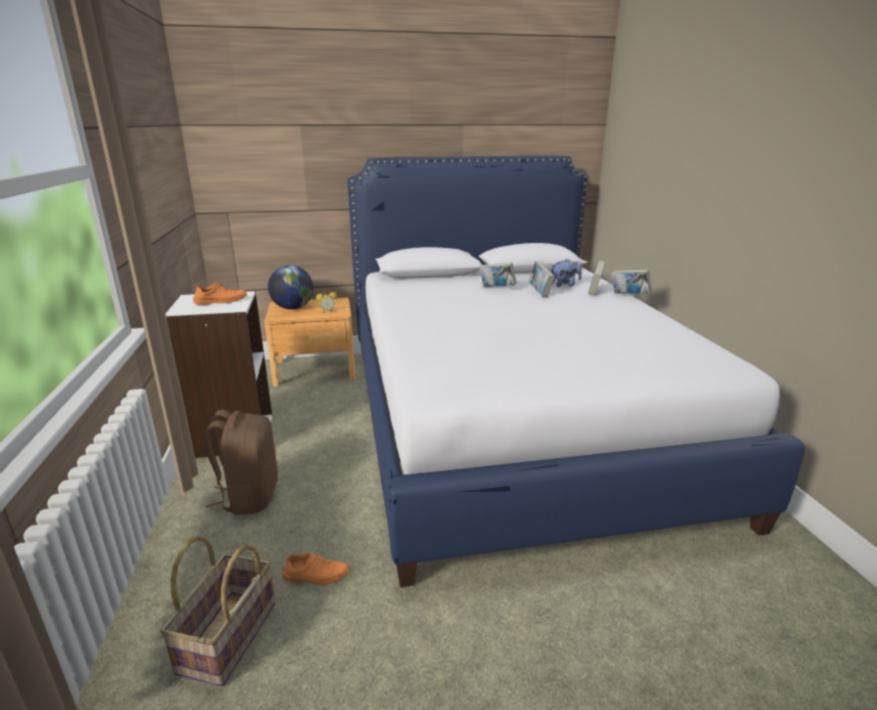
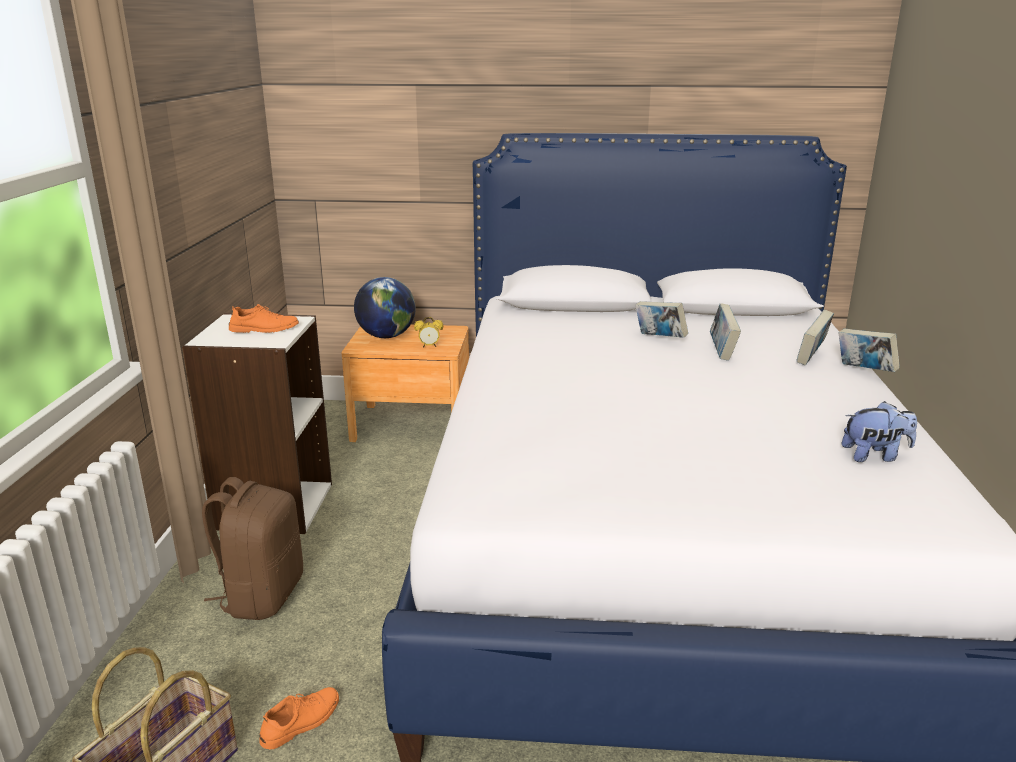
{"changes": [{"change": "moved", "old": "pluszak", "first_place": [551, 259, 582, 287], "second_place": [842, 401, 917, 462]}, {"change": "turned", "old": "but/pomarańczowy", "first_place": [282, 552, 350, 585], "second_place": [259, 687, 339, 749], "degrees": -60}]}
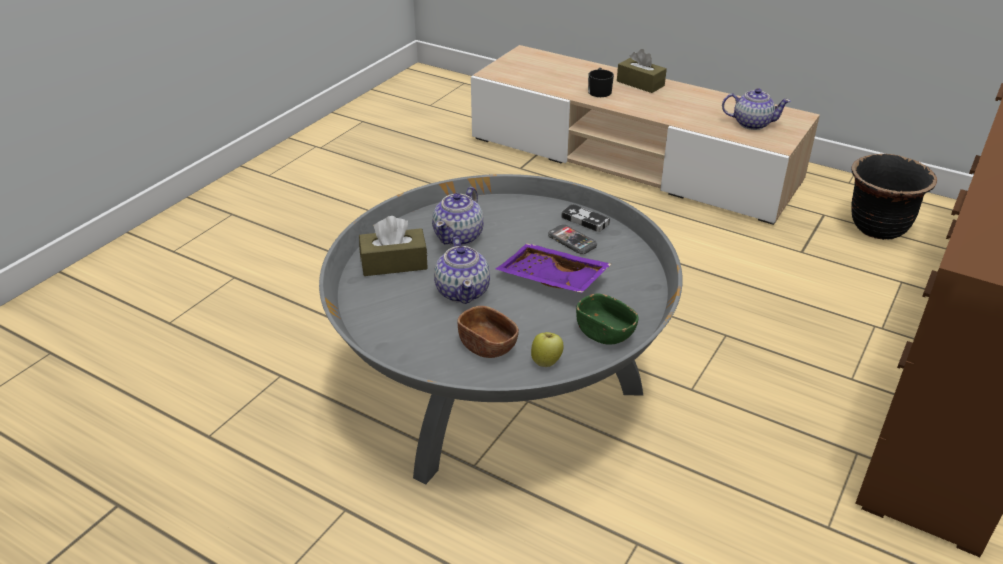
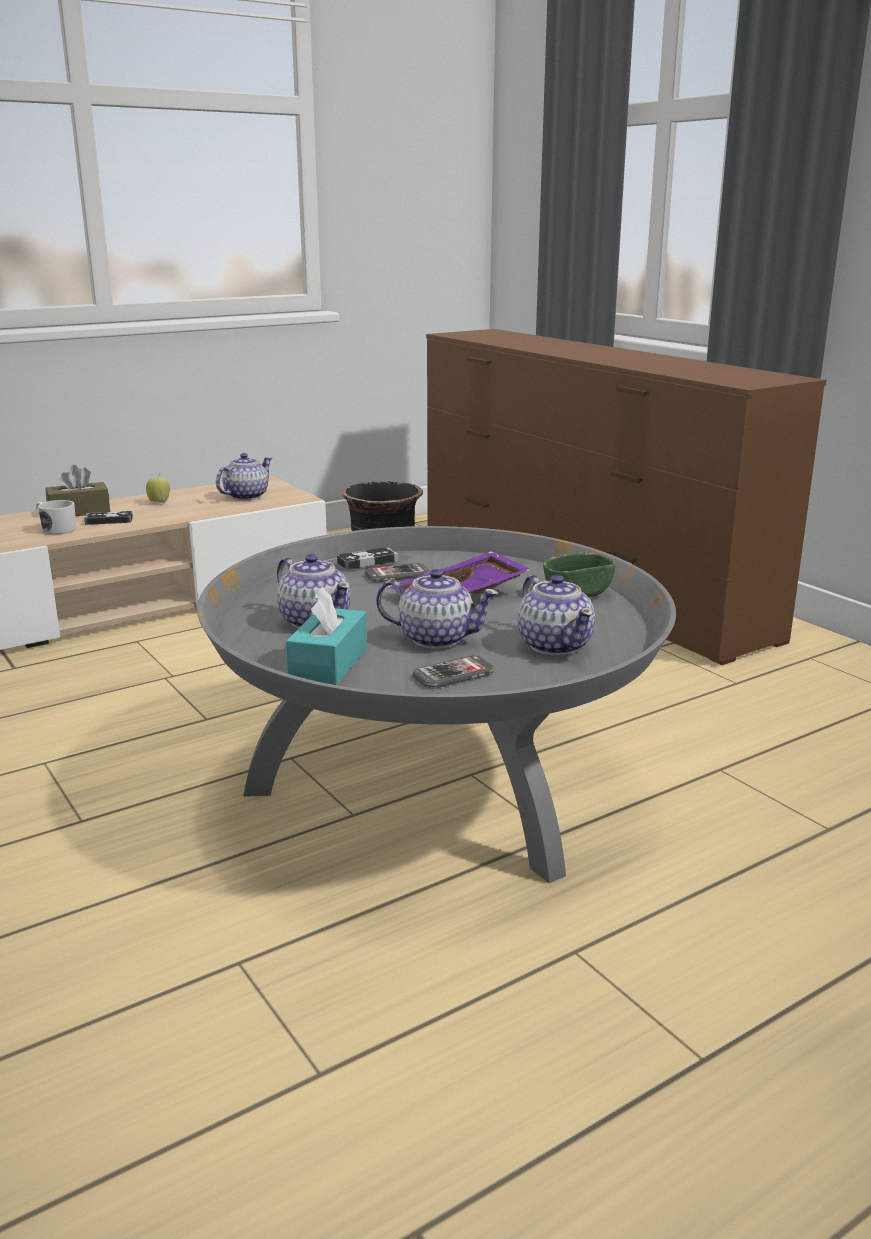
{"changes": [{"change": "recoloured", "old": "kubek/czarny", "new": "kubek/biały", "first_place": [588, 68, 614, 97], "second_place": [36, 500, 76, 535]}, {"change": "recoloured", "old": "pudełko chusteczek/brązowy", "new": "pudełko chusteczek/turkusowy", "first_place": [359, 216, 428, 276], "second_place": [286, 586, 367, 685]}, {"change": "replaced", "old": "miska/brązowy", "new": "imbryk", "first_place": [457, 306, 519, 358], "second_place": [518, 575, 595, 655]}, {"change": "moved", "old": "jabłko", "first_place": [531, 332, 564, 367], "second_place": [146, 474, 170, 503]}, {"change": "added", "new": "pad do gier", "second_place": [84, 511, 133, 525]}, {"change": "added", "new": "telefon", "second_place": [412, 655, 494, 689]}]}
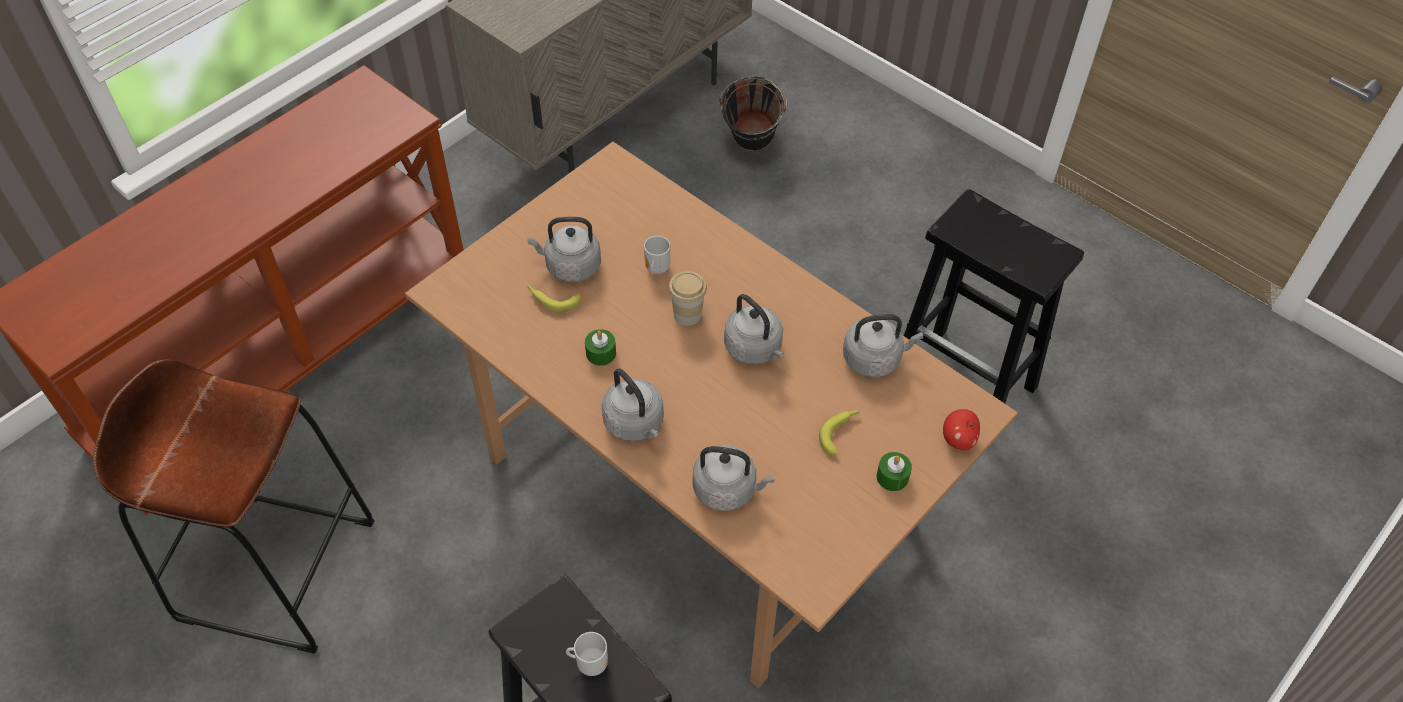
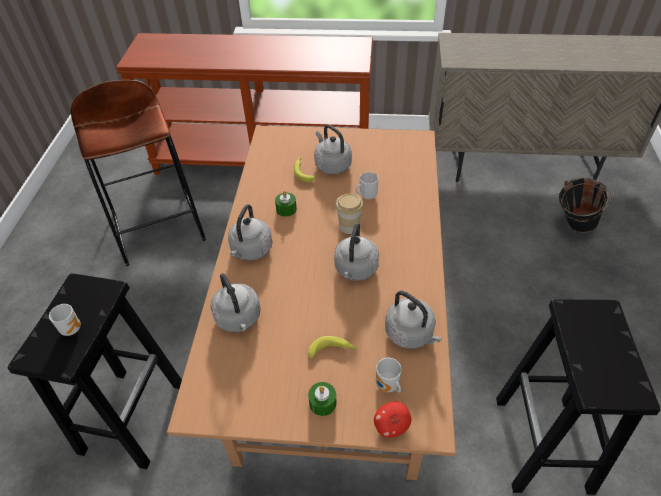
{"changes": [{"change": "added", "new": "kubek", "second_place": [376, 358, 402, 392]}]}
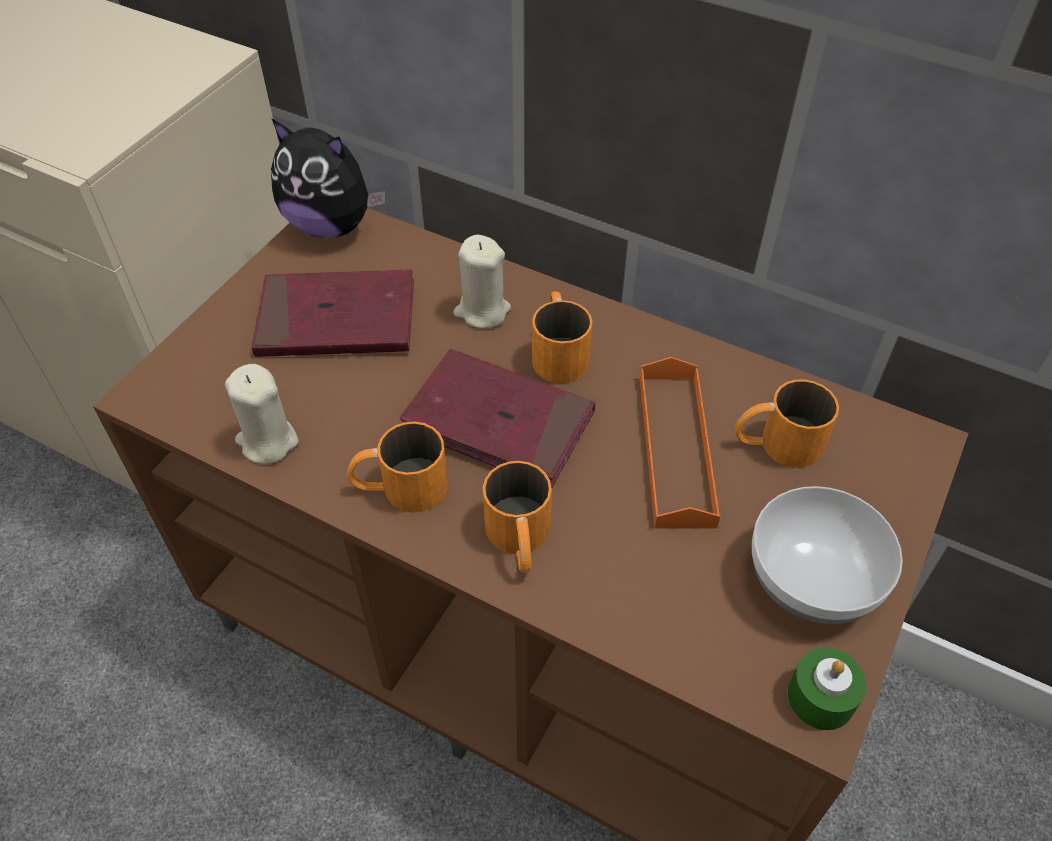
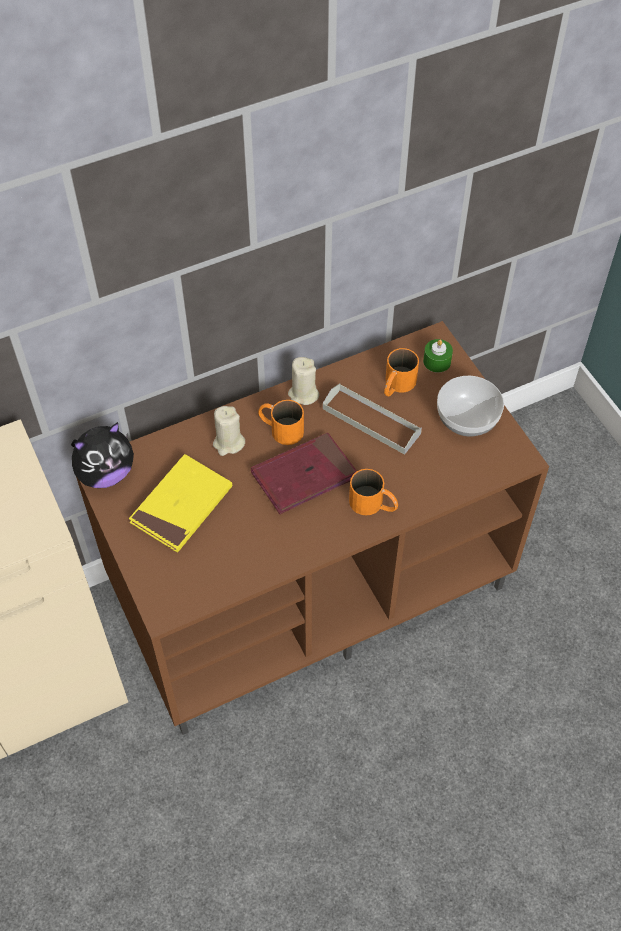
{"changes": [{"change": "recoloured", "old": "książka/czerwony", "new": "książka/żółty", "first_place": [251, 269, 414, 357], "second_place": [129, 454, 232, 553]}, {"change": "recoloured", "old": "taca/pomarańczowy", "new": "taca/szary", "first_place": [640, 357, 720, 529], "second_place": [323, 383, 422, 455]}, {"change": "moved", "old": "świeca/beżowy", "first_place": [225, 364, 298, 464], "second_place": [288, 357, 319, 405]}, {"change": "removed", "old": "kubek/pomarańczowy", "first_place": [347, 422, 448, 513]}, {"change": "moved", "old": "świeca/zielony", "first_place": [787, 648, 867, 730], "second_place": [423, 339, 453, 373]}]}
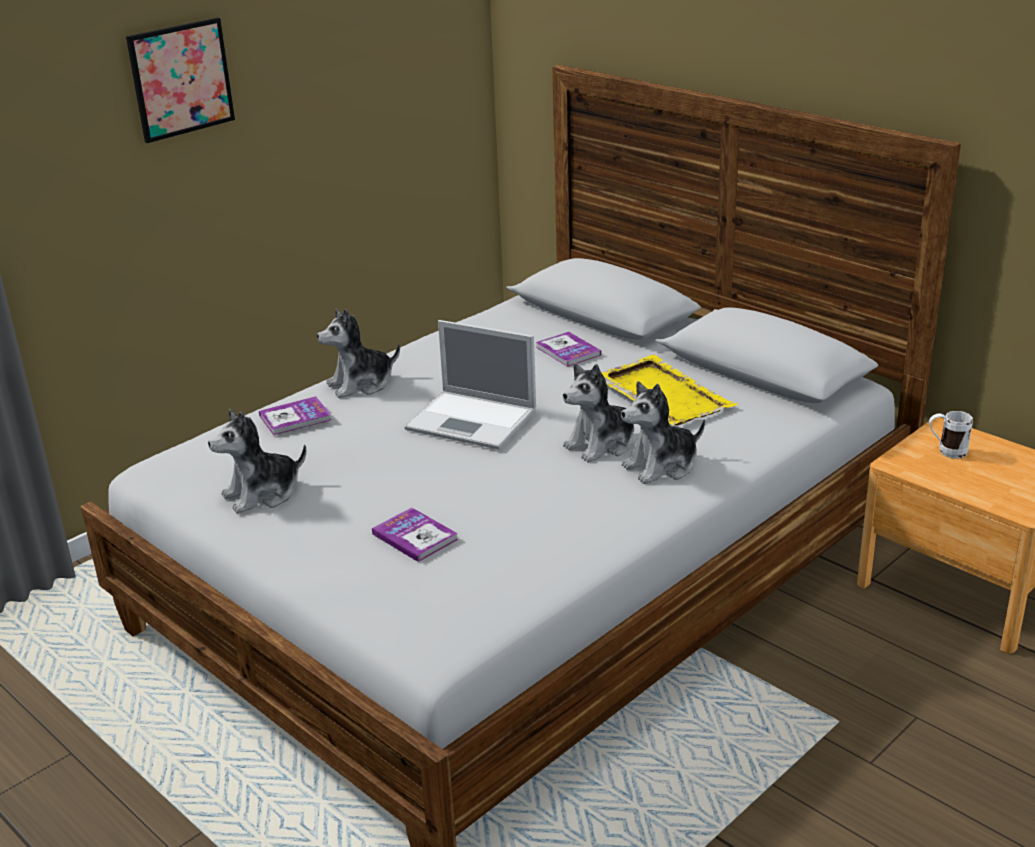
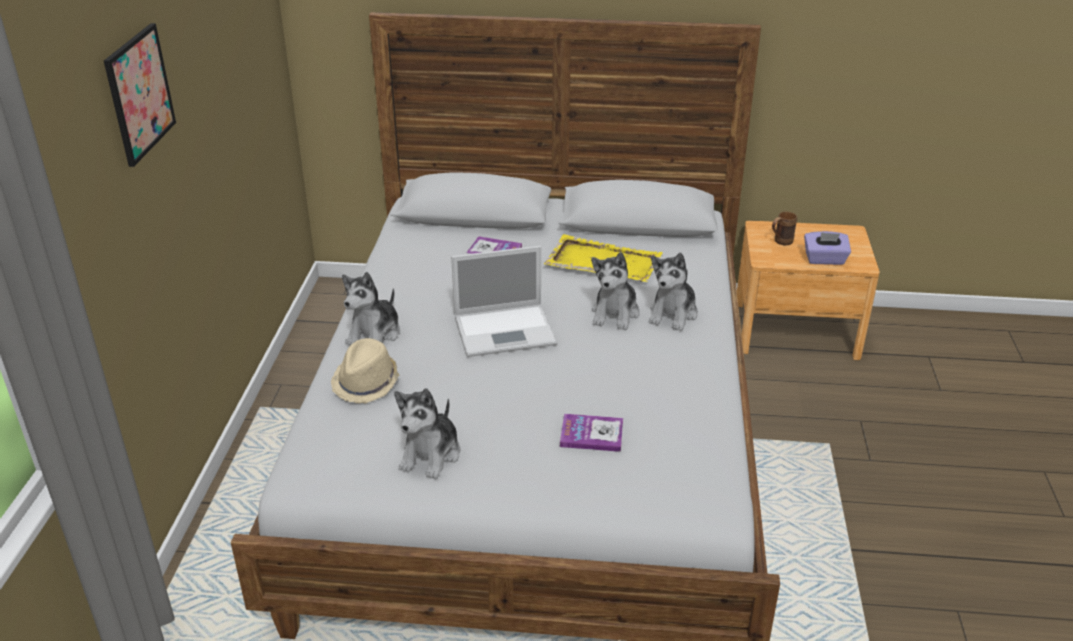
{"changes": [{"change": "replaced", "old": "książka", "new": "kapelusz/beżowy", "first_place": [259, 396, 331, 435], "second_place": [331, 338, 399, 404]}, {"change": "recoloured", "old": "kubek/biały", "new": "kubek/brązowy", "first_place": [929, 411, 973, 459], "second_place": [772, 212, 797, 245]}, {"change": "added", "new": "pudełko chusteczek/fioletowy", "second_place": [804, 231, 851, 265]}]}
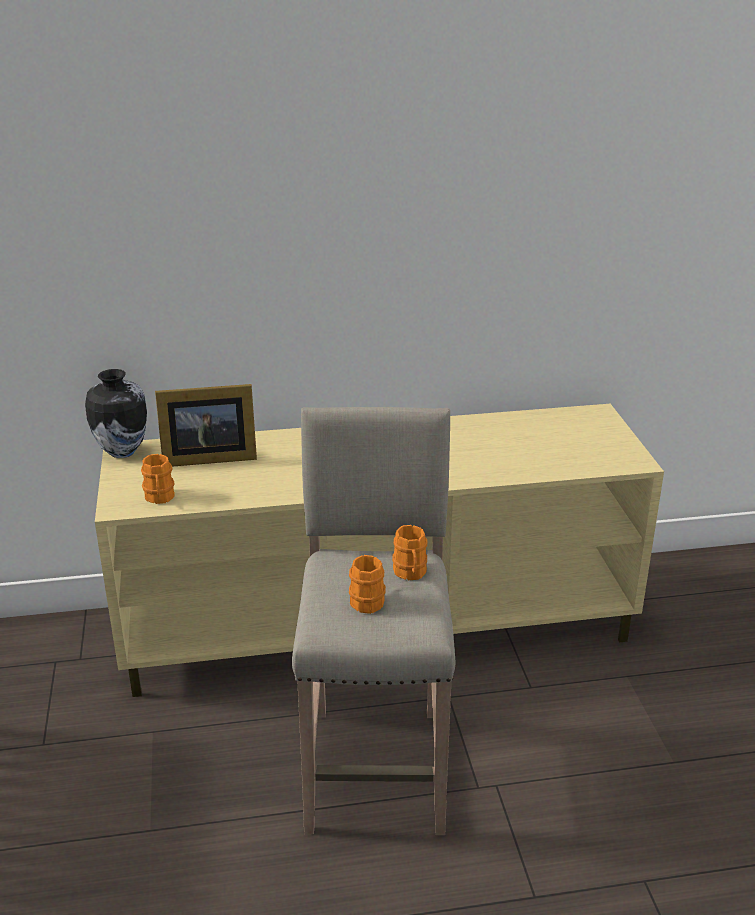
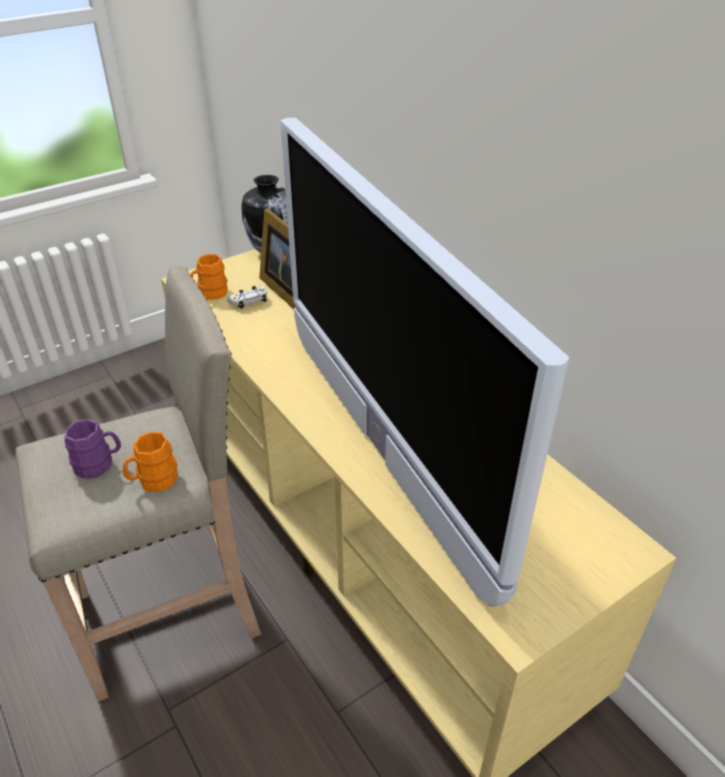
{"changes": [{"change": "recoloured", "old": "kubek/pomarańczowy", "new": "kubek/fioletowy", "first_place": [349, 555, 386, 614], "second_place": [65, 419, 121, 479]}, {"change": "added", "new": "telewizor", "second_place": [280, 118, 569, 607]}, {"change": "added", "new": "pad do gier/biały", "second_place": [227, 286, 267, 309]}]}
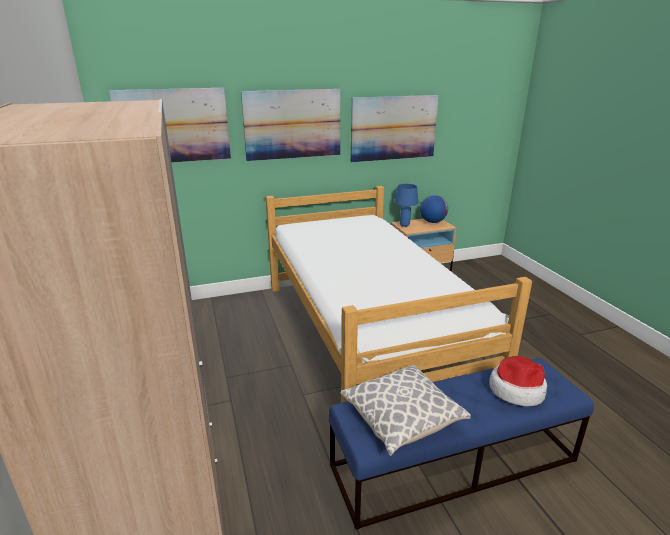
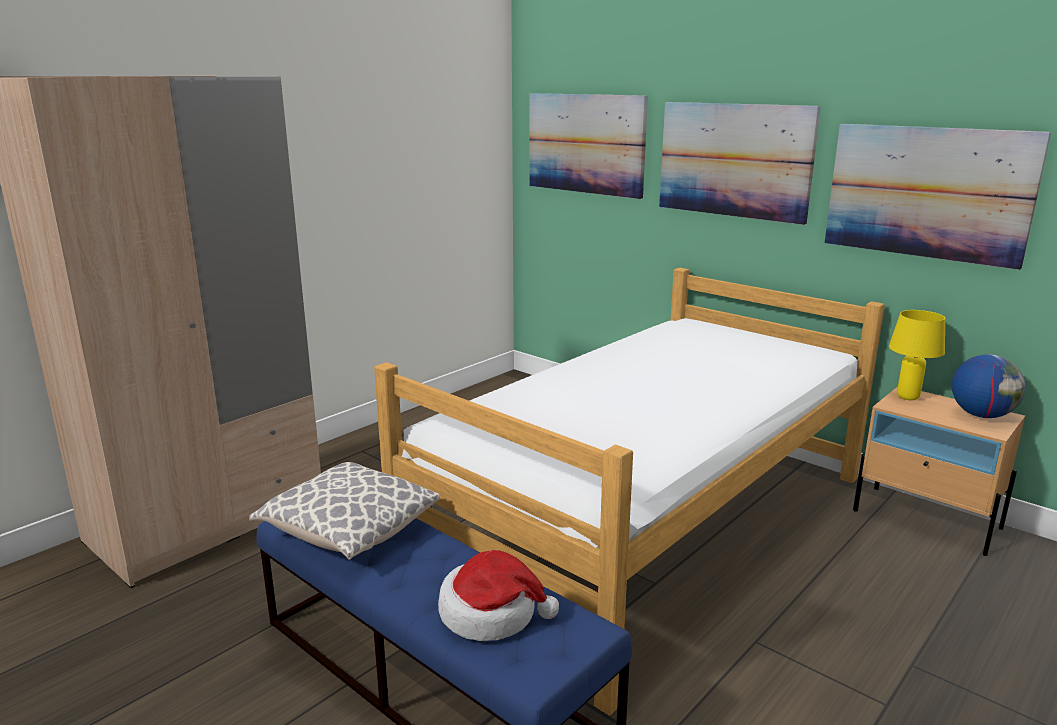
{"changes": [{"change": "recoloured", "old": "lampa stołowa/niebieski", "new": "lampa stołowa/żółty", "first_place": [394, 184, 418, 227], "second_place": [889, 310, 945, 400]}]}
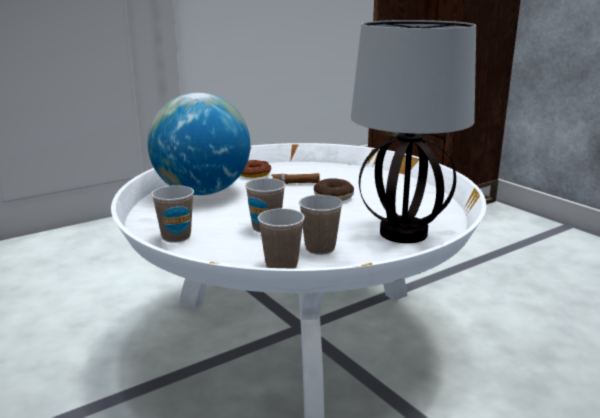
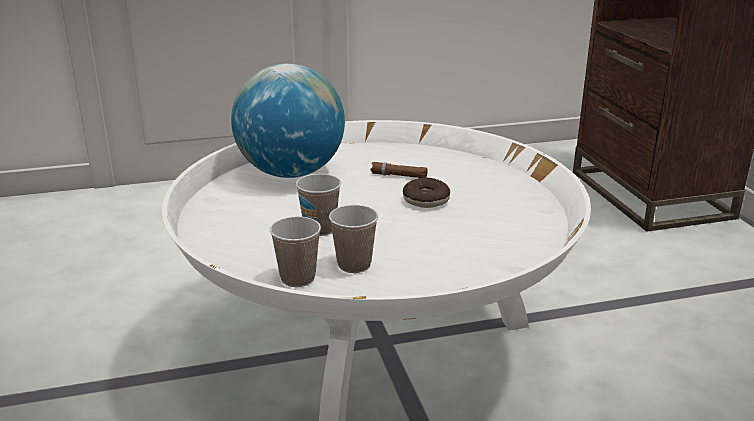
{"changes": [{"change": "removed", "old": "lampa stołowa", "first_place": [351, 20, 476, 243]}, {"change": "removed", "old": "donut", "first_place": [241, 160, 271, 178]}, {"change": "removed", "old": "filiżanka", "first_place": [151, 185, 194, 243]}]}
